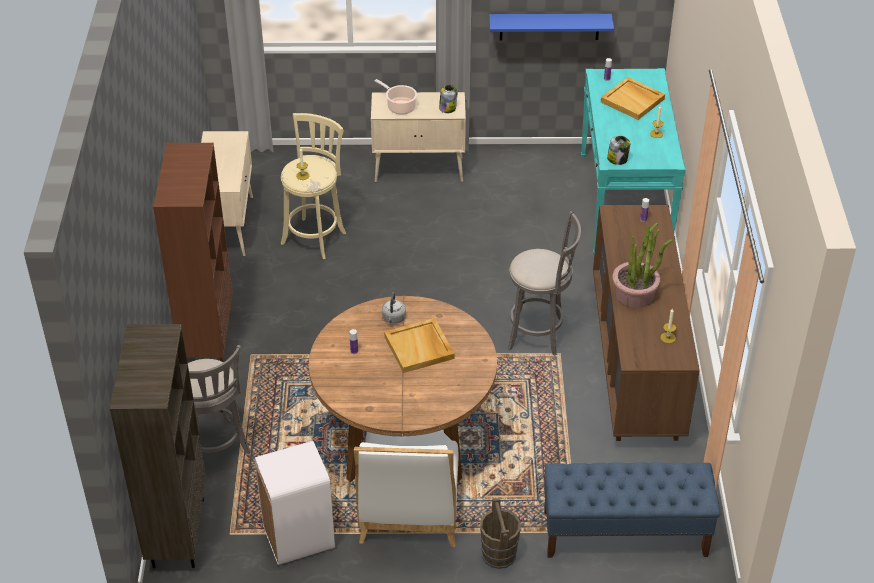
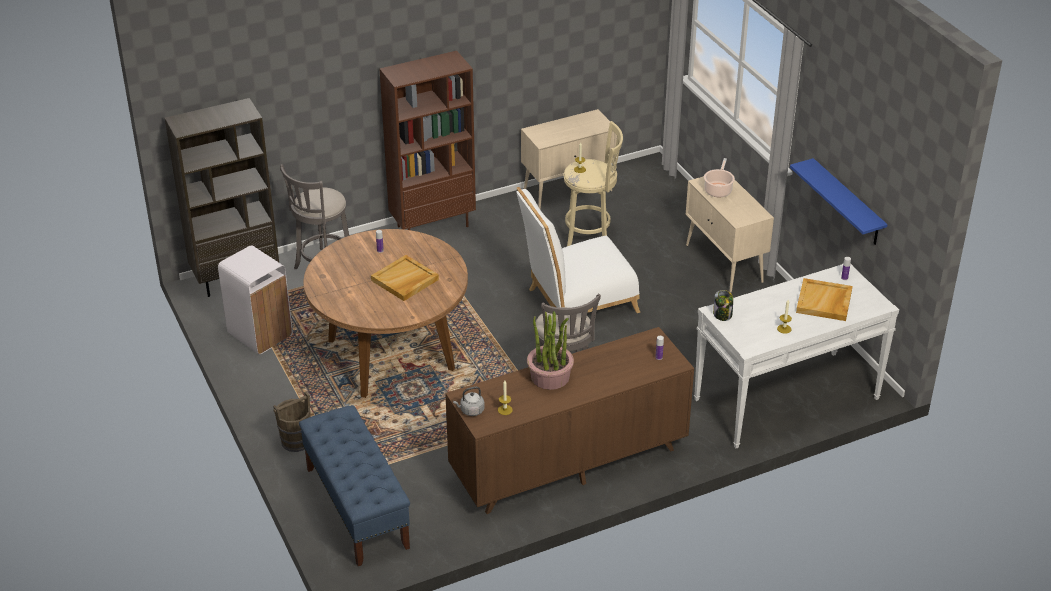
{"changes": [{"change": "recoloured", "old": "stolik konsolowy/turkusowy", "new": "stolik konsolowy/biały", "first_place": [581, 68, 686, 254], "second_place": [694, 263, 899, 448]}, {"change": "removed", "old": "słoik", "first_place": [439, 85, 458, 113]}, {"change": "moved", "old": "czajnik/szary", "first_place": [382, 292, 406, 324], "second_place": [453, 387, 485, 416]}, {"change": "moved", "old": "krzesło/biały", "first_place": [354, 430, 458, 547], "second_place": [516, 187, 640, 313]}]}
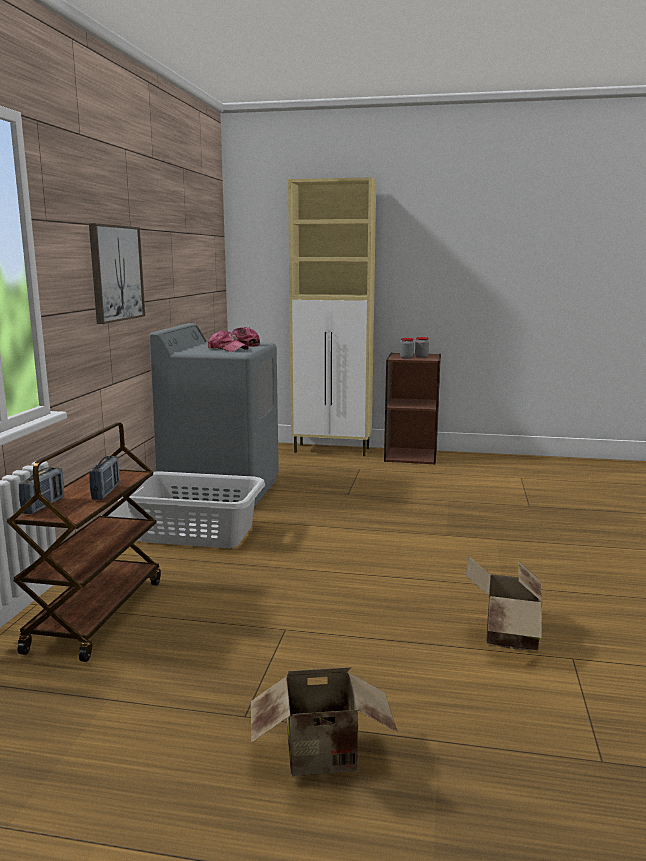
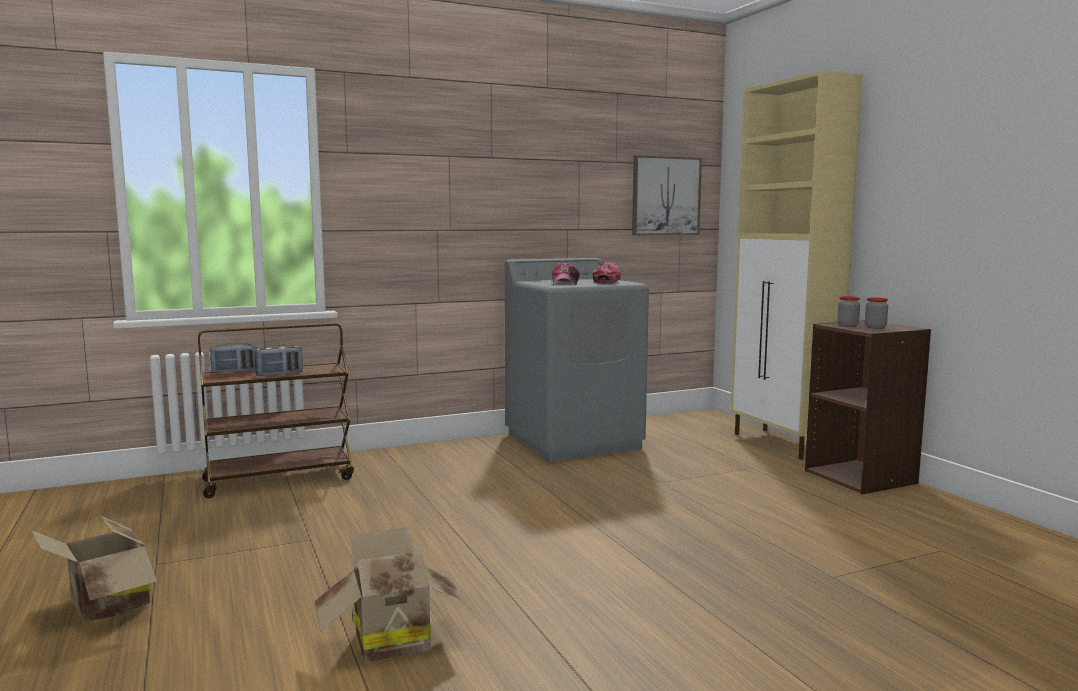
{"changes": [{"change": "moved", "old": "obraz", "first_place": [89, 223, 145, 324], "second_place": [632, 155, 702, 235]}, {"change": "removed", "old": "kosz na pranie/szary", "first_place": [117, 471, 265, 548]}]}
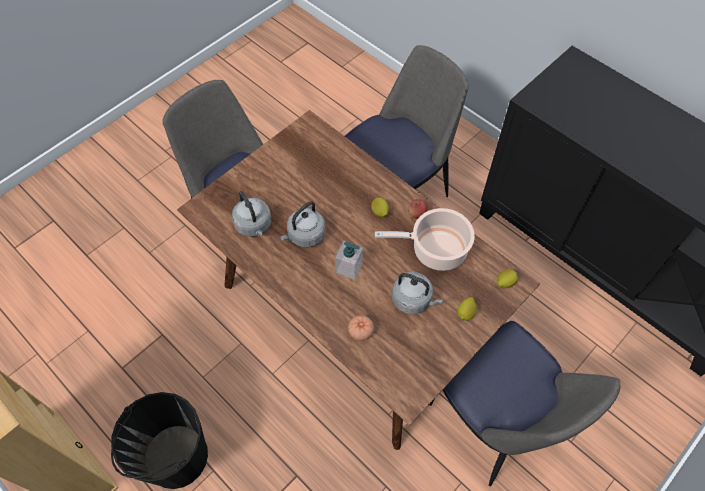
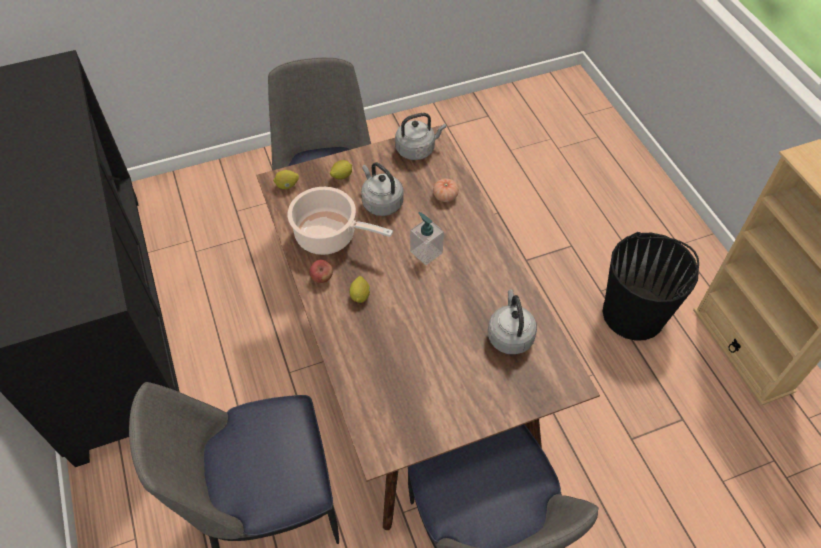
{"changes": [{"change": "moved", "old": "czajnik/szary", "first_place": [280, 201, 326, 247], "second_place": [395, 113, 446, 160]}]}
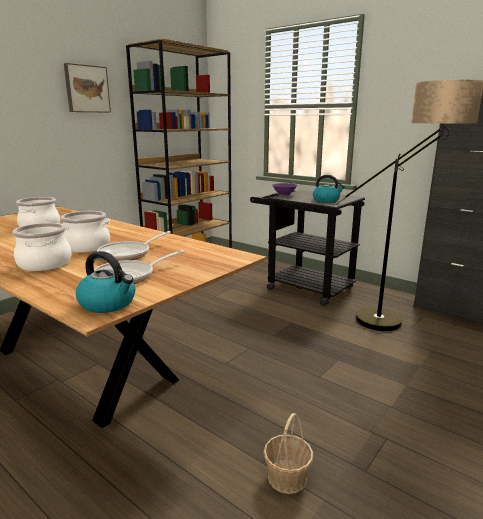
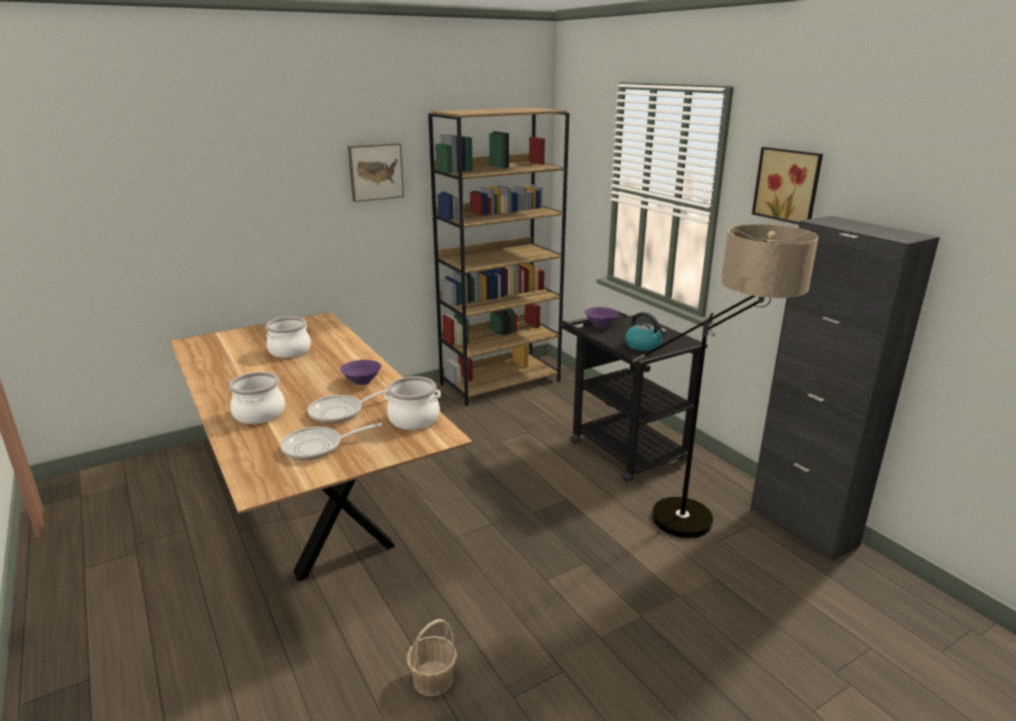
{"changes": [{"change": "moved", "old": "garnek", "first_place": [60, 211, 110, 253], "second_place": [384, 376, 441, 430]}, {"change": "removed", "old": "czajnik", "first_place": [76, 251, 136, 313]}, {"change": "added", "new": "obraz", "second_place": [752, 147, 823, 224]}, {"change": "added", "new": "miska/fioletowy", "second_place": [340, 360, 381, 385]}]}
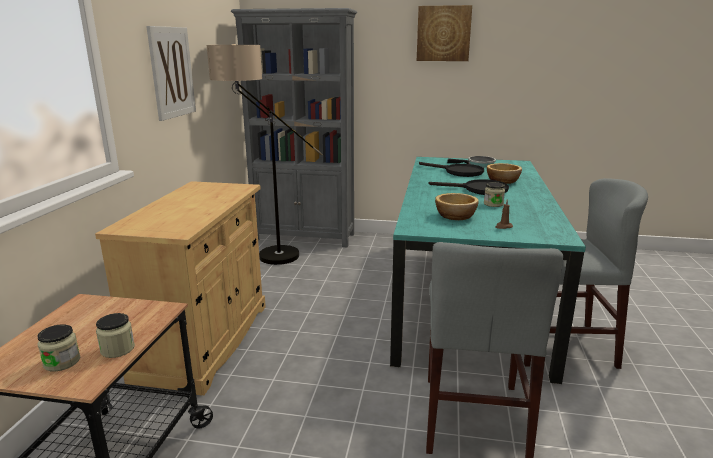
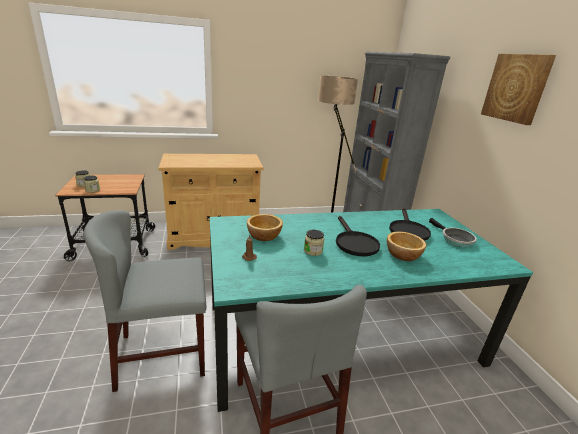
{"changes": [{"change": "removed", "old": "obraz", "first_place": [146, 26, 196, 121]}]}
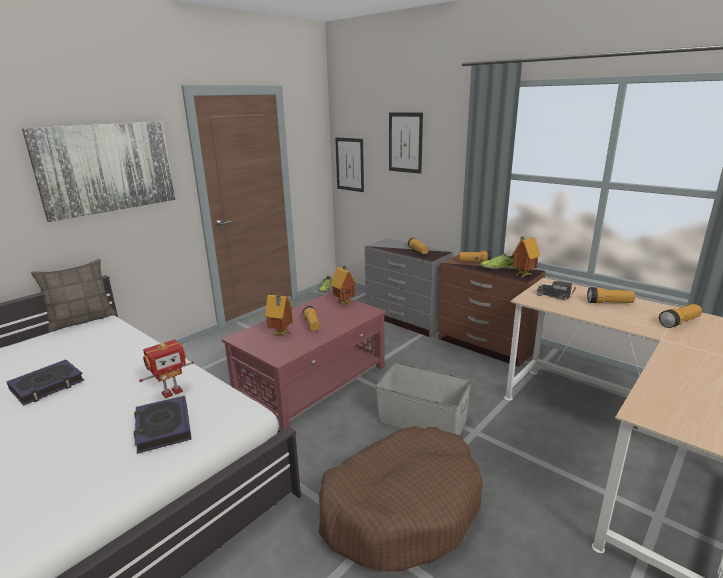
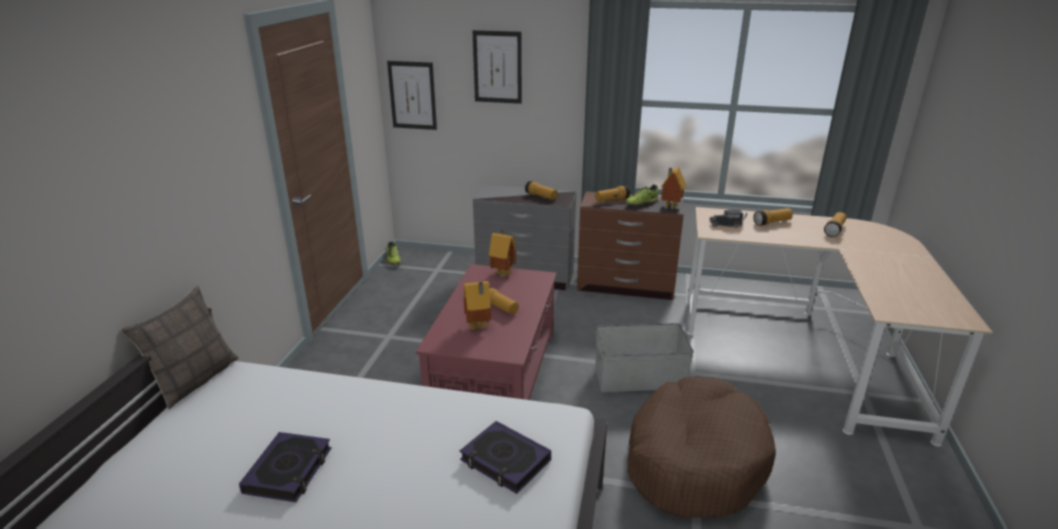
{"changes": [{"change": "removed", "old": "obraz", "first_place": [22, 121, 176, 222]}, {"change": "removed", "old": "robot zabawkowy", "first_place": [139, 340, 194, 398]}]}
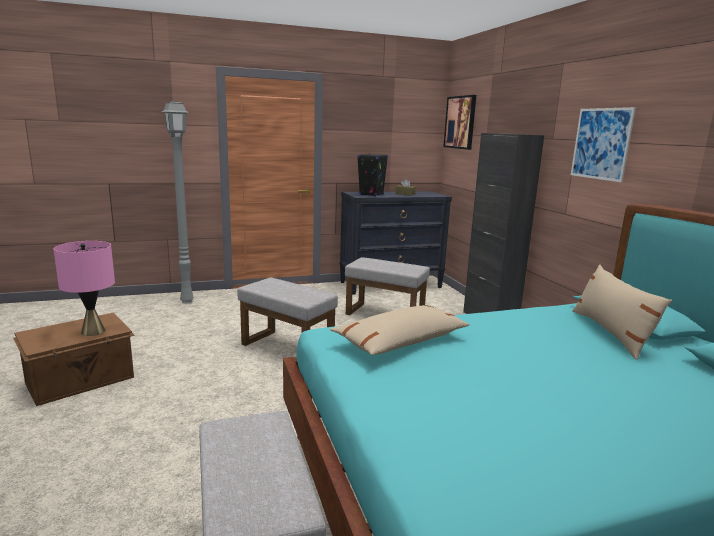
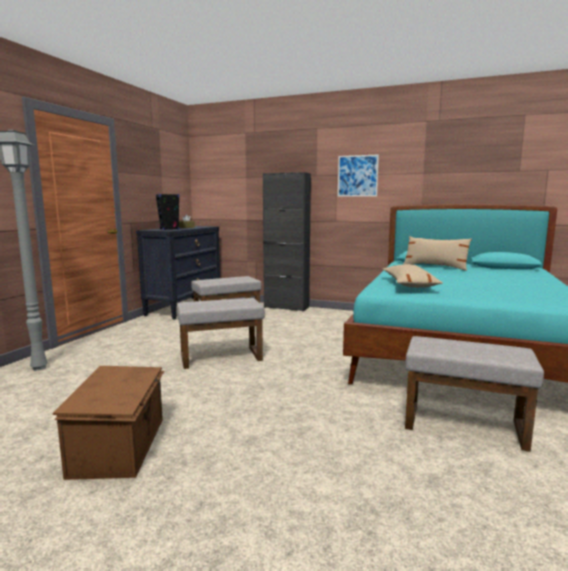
{"changes": [{"change": "removed", "old": "obraz", "first_place": [443, 95, 476, 150]}, {"change": "removed", "old": "lampa stołowa/różowy", "first_place": [53, 241, 115, 336]}]}
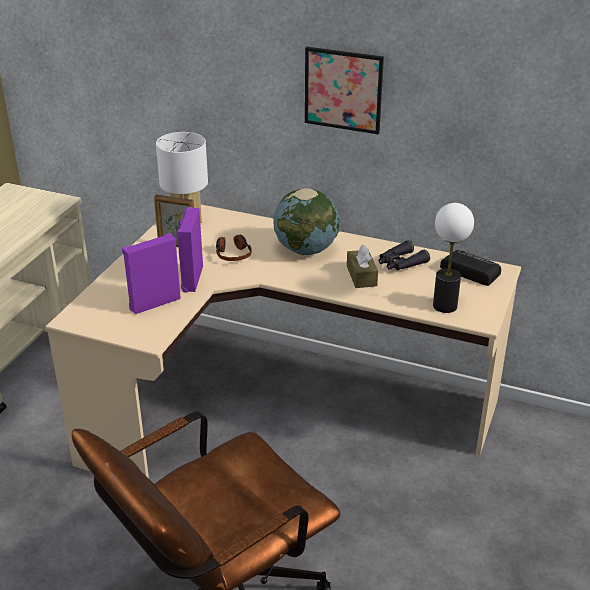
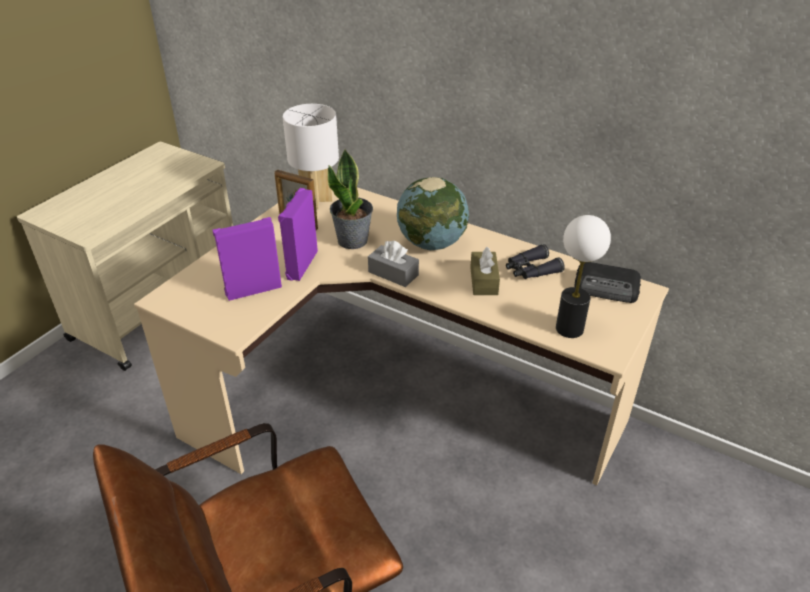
{"changes": [{"change": "removed", "old": "obraz", "first_place": [305, 47, 384, 134]}, {"change": "replaced", "old": "słuchawki", "new": "roślina doniczkowa", "first_place": [216, 235, 252, 261], "second_place": [328, 149, 373, 249]}, {"change": "turned", "old": "radio", "first_place": [440, 250, 501, 286], "second_place": [574, 262, 641, 303], "degrees": 150}, {"change": "added", "new": "pudełko chusteczek/szary", "second_place": [368, 241, 419, 287]}]}
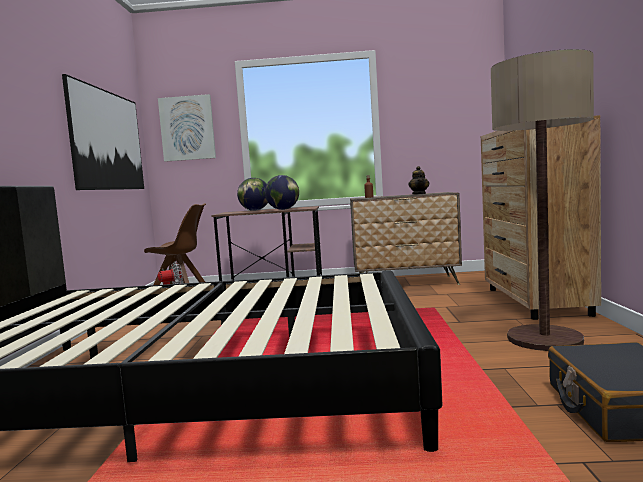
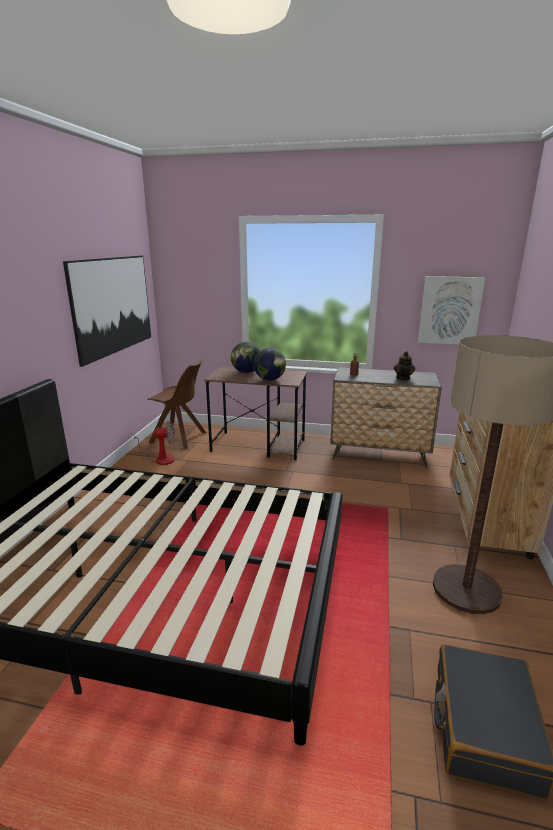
{"changes": [{"change": "moved", "old": "obraz", "first_place": [158, 94, 216, 162], "second_place": [418, 276, 485, 344]}]}
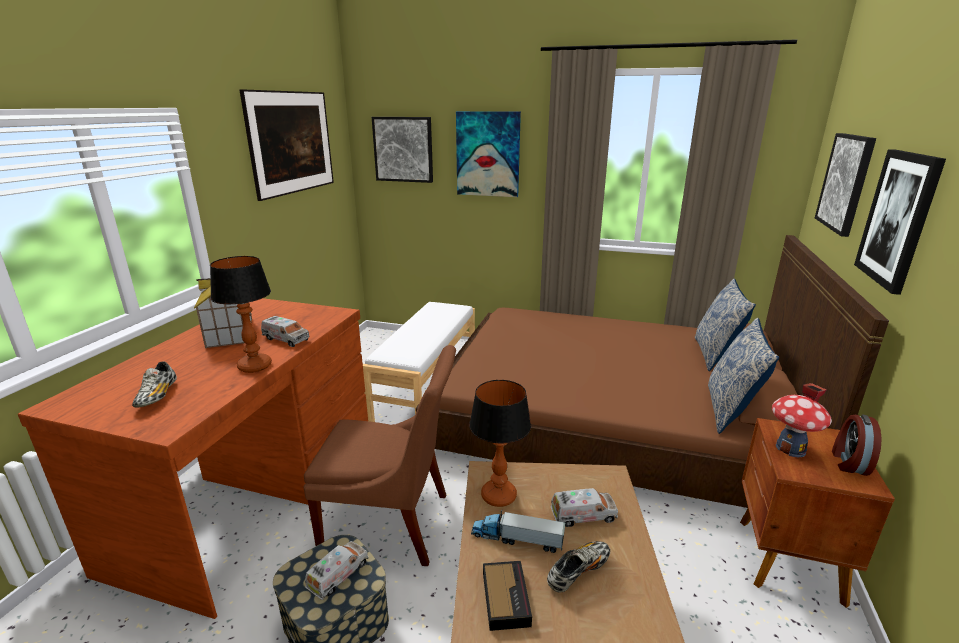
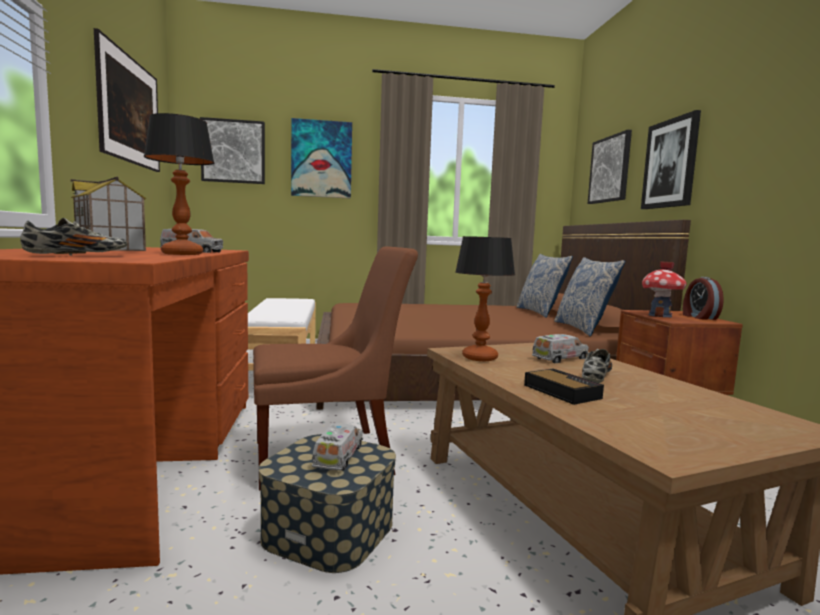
{"changes": [{"change": "turned", "old": "but", "first_place": [132, 361, 177, 408], "second_place": [20, 218, 127, 256], "degrees": -105}, {"change": "removed", "old": "ciężarówka zabawkowa", "first_place": [471, 510, 566, 553]}]}
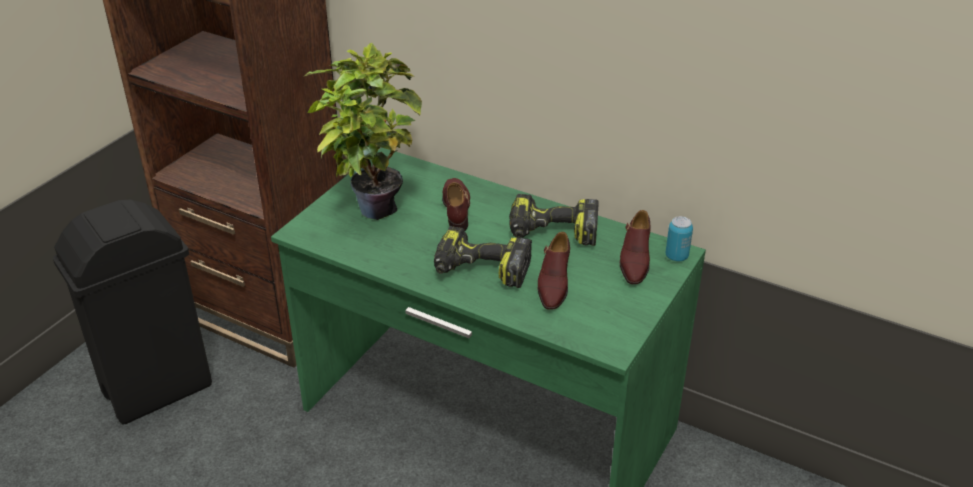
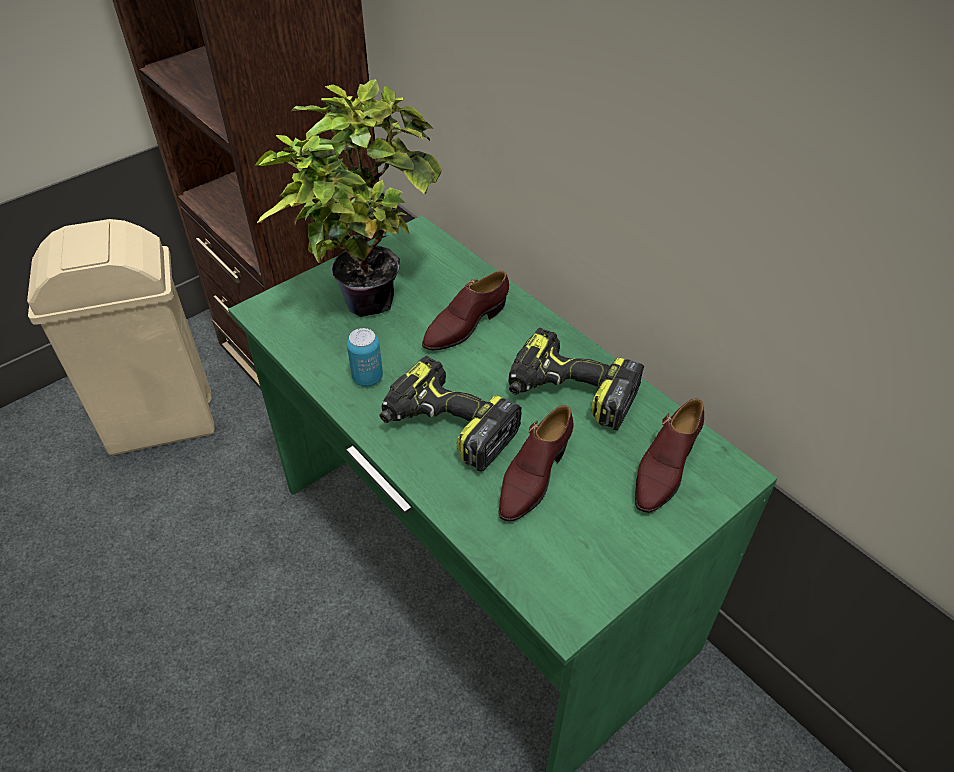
{"changes": [{"change": "turned", "old": "but/brązowy", "first_place": [442, 178, 470, 231], "second_place": [422, 271, 509, 350], "degrees": -150}, {"change": "recoloured", "old": "kosz na śmieci/czarny", "new": "kosz na śmieci/beżowy", "first_place": [53, 199, 212, 425], "second_place": [27, 219, 215, 455]}, {"change": "moved", "old": "puszka", "first_place": [666, 216, 693, 261], "second_place": [347, 328, 383, 387]}]}
